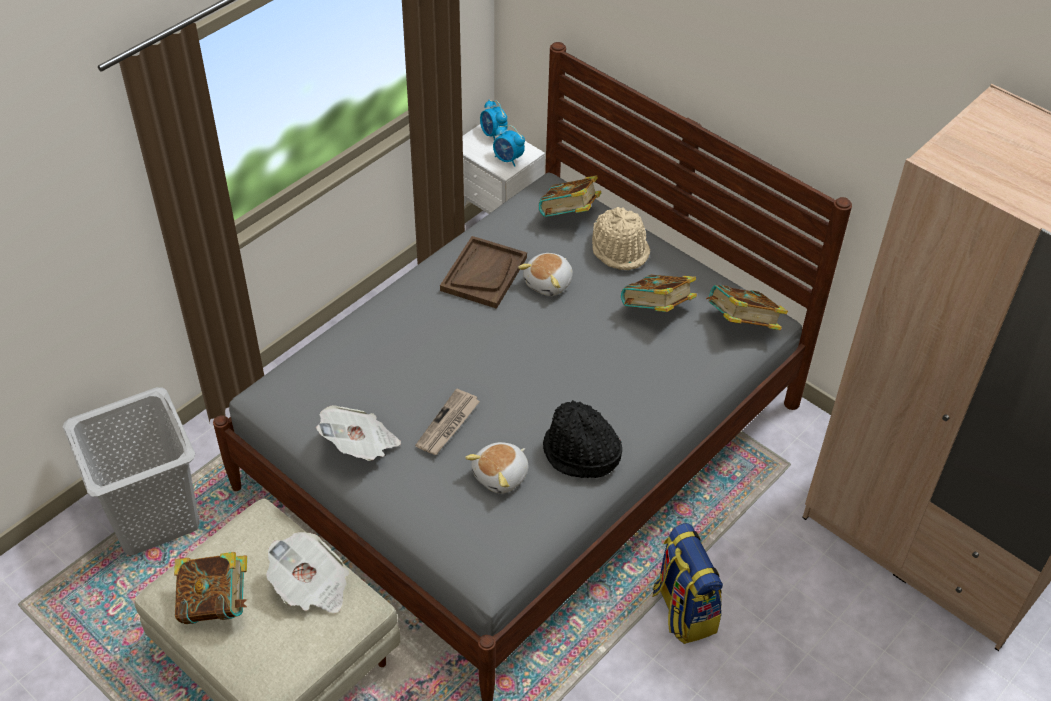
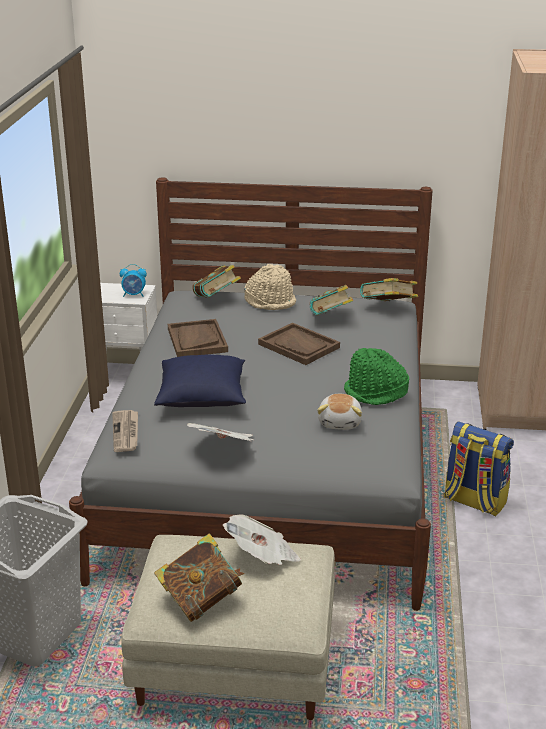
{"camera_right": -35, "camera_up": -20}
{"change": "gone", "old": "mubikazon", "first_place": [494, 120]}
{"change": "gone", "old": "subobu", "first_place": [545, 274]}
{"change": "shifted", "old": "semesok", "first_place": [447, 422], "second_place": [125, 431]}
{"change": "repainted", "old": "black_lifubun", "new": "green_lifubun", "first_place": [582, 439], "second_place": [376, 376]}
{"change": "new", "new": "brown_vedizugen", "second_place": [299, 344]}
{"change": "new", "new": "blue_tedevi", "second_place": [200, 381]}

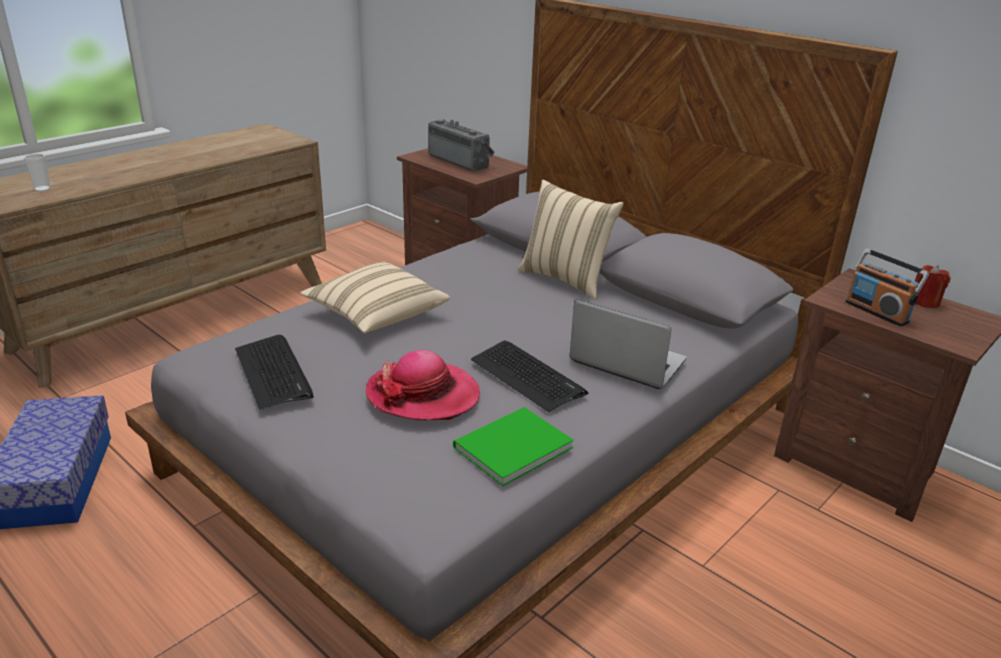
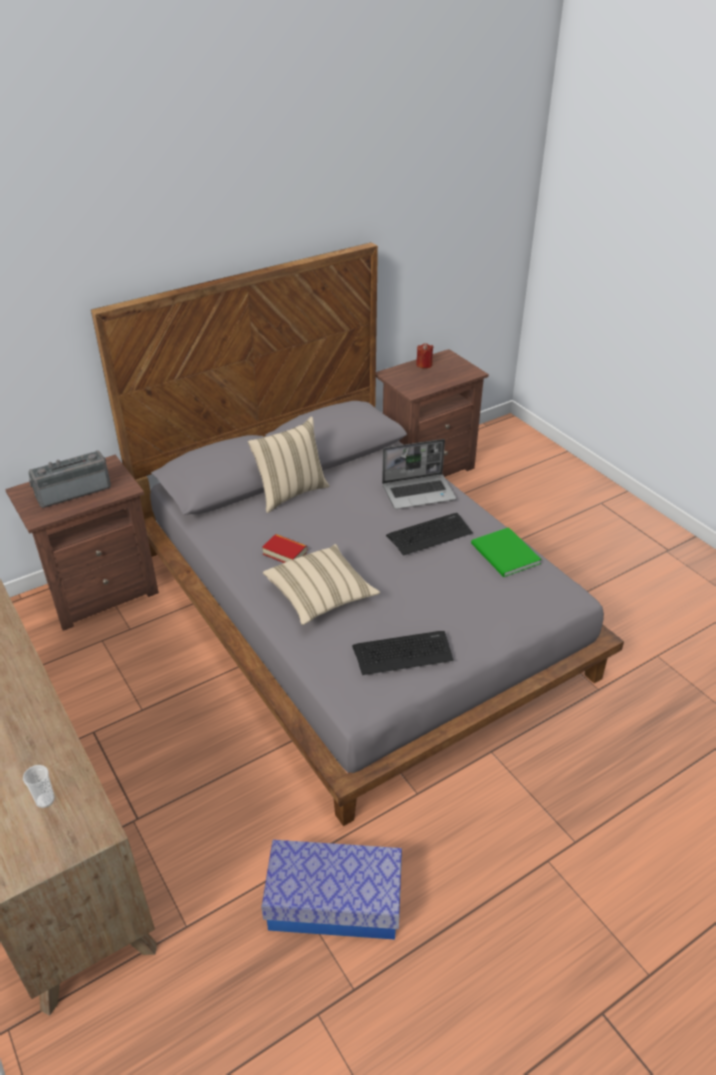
{"camera_right": -75, "camera_up": 10}
{"change": "gone", "old": "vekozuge", "first_place": [887, 287]}
{"change": "rotated", "old": "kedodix", "first_place": [627, 344], "second_place": [419, 474], "degrees": -150}
{"change": "gone", "old": "lifubun", "first_place": [422, 385]}
{"change": "new", "new": "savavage", "second_place": [284, 548]}

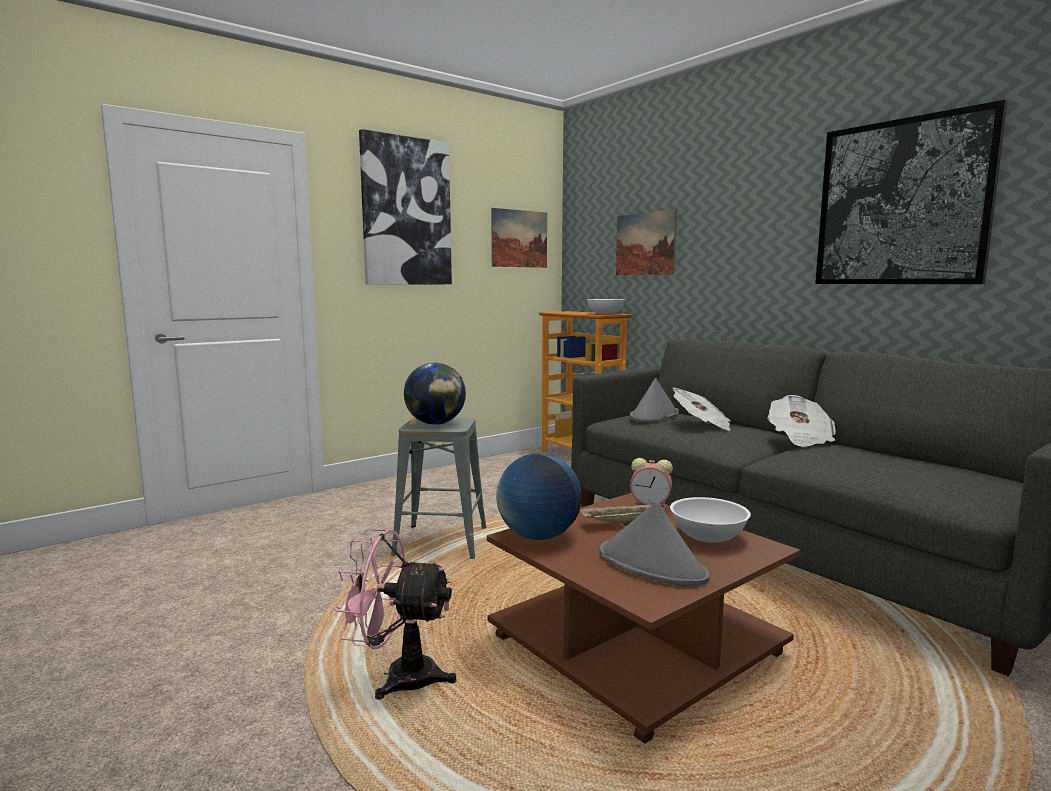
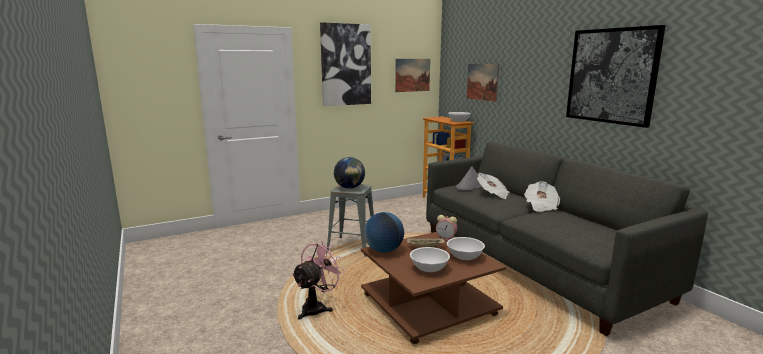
{"camera_right": 10, "camera_up": 5}
{"change": "swapped", "old": "grey_lifubun", "new": "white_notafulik", "first_place": [654, 543], "second_place": [430, 259]}
{"change": "rotated", "old": "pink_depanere", "first_place": [395, 614], "second_place": [318, 280], "degrees": 105}

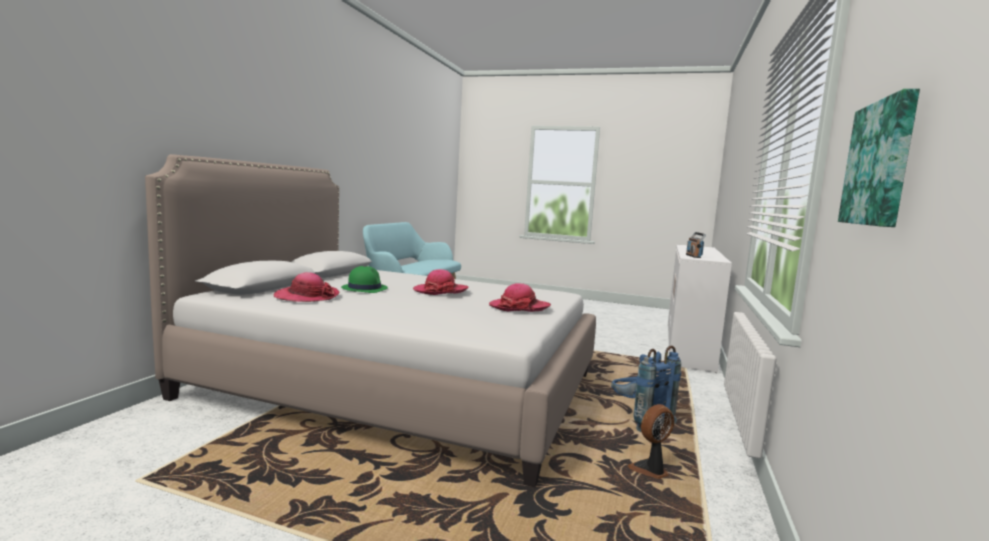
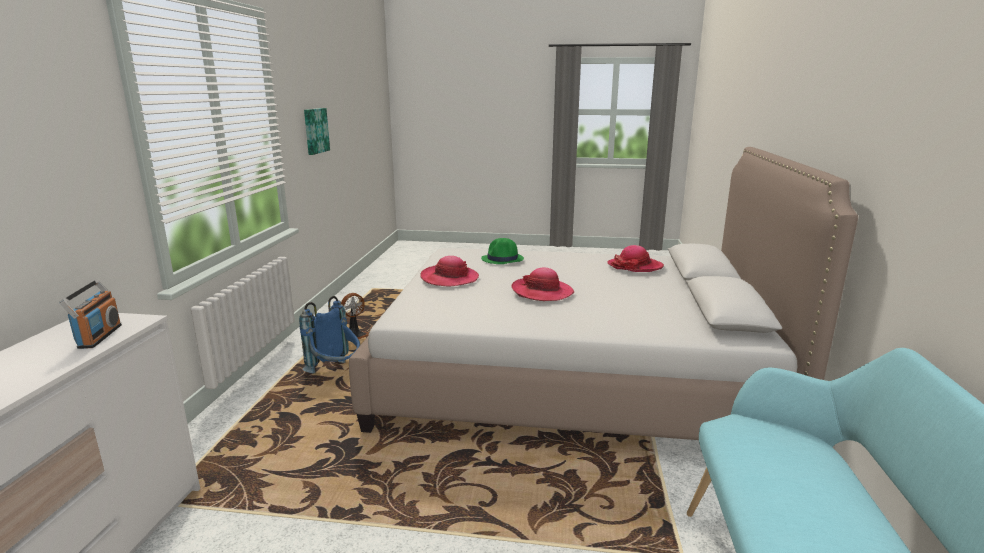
{"camera_right": 170, "camera_up": 10}
{"change": "shifted", "old": "green_lifubun", "first_place": [364, 279], "second_place": [502, 251]}

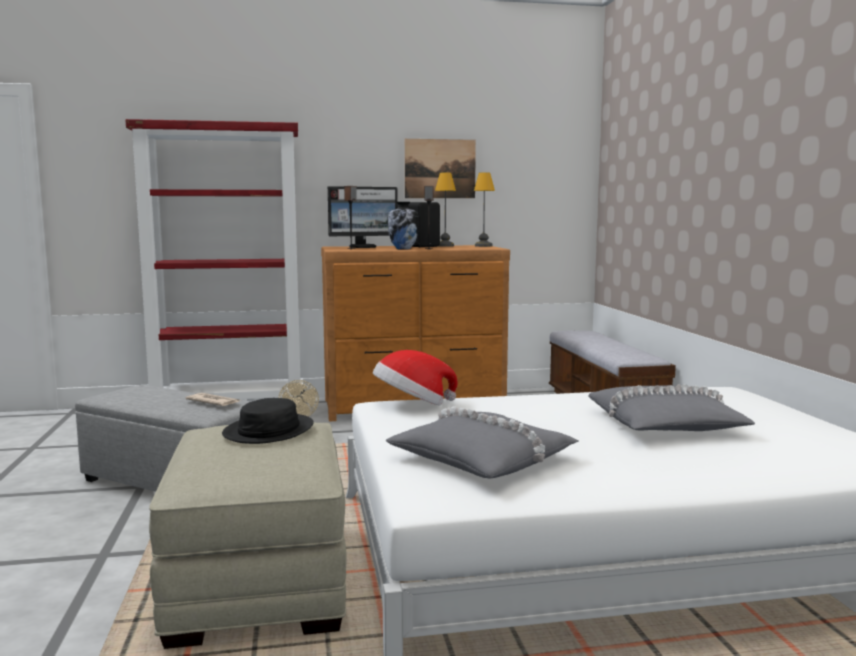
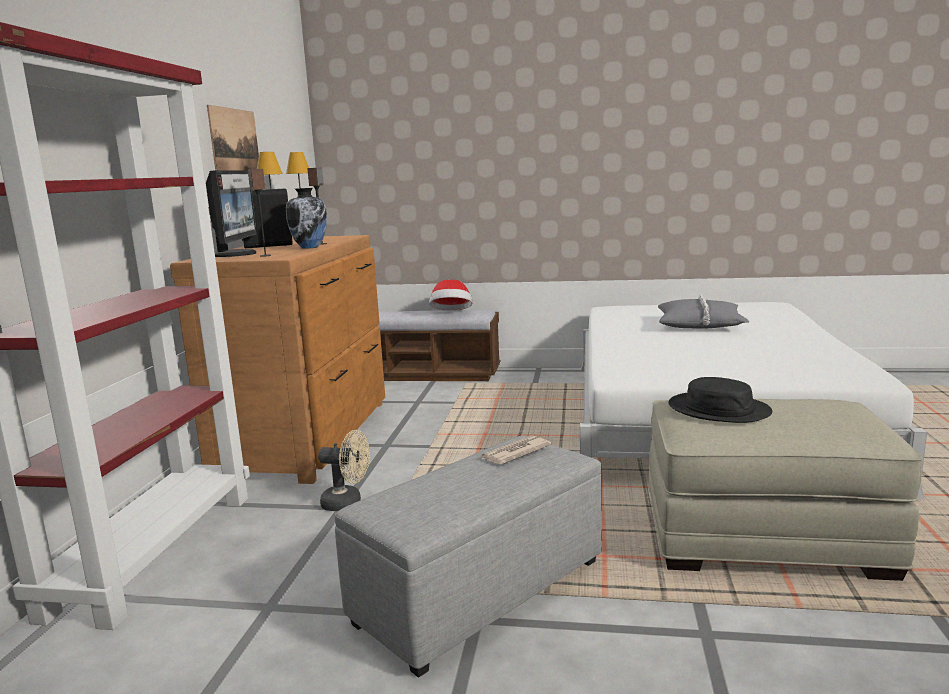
{"camera_right": -70, "camera_up": 5}
{"change": "shifted", "old": "lifubun", "first_place": [415, 378], "second_place": [451, 295]}
{"change": "gone", "old": "grey_tedevi", "first_place": [481, 443]}

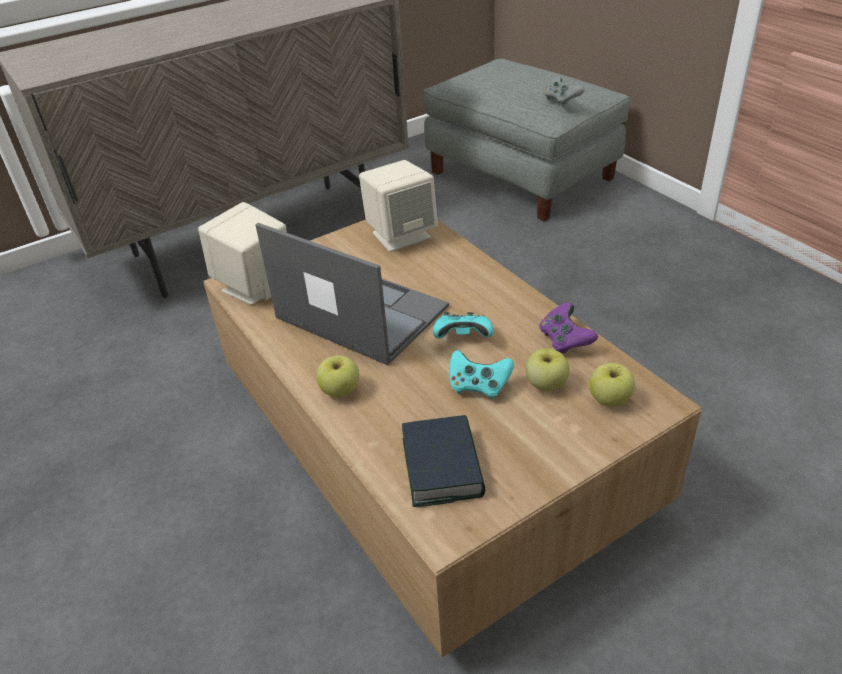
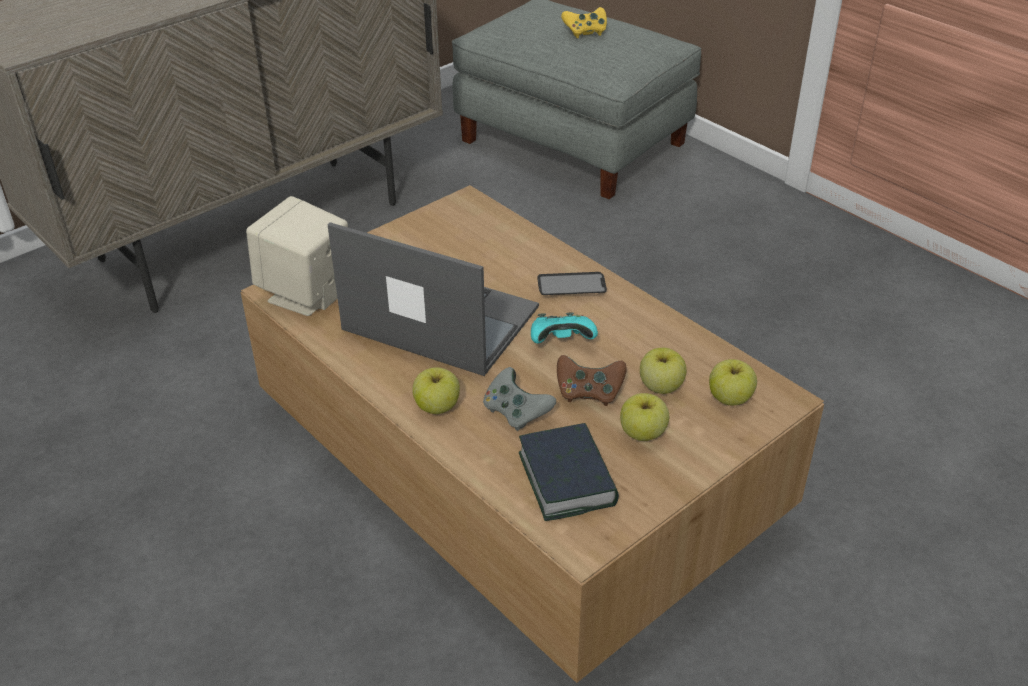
{"camera_right": -10, "camera_up": 0}
{"change": "shifted", "old": "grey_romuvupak", "first_place": [564, 91], "second_place": [519, 399]}
{"change": "gone", "old": "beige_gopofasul", "first_place": [398, 206]}
{"change": "gone", "old": "purple_romuvupak", "first_place": [568, 327]}
{"change": "repainted", "old": "turquoise_romuvupak", "new": "brown_romuvupak", "first_place": [481, 375], "second_place": [592, 380]}
{"change": "new", "new": "yellow_romuvupak", "second_place": [584, 22]}
{"change": "new", "new": "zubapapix", "second_place": [572, 283]}
{"change": "new", "new": "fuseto", "second_place": [644, 417]}

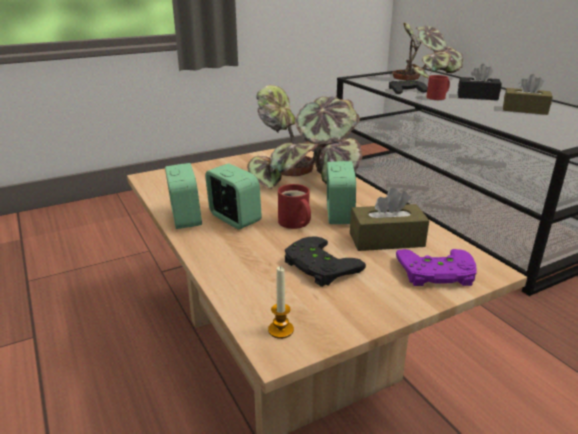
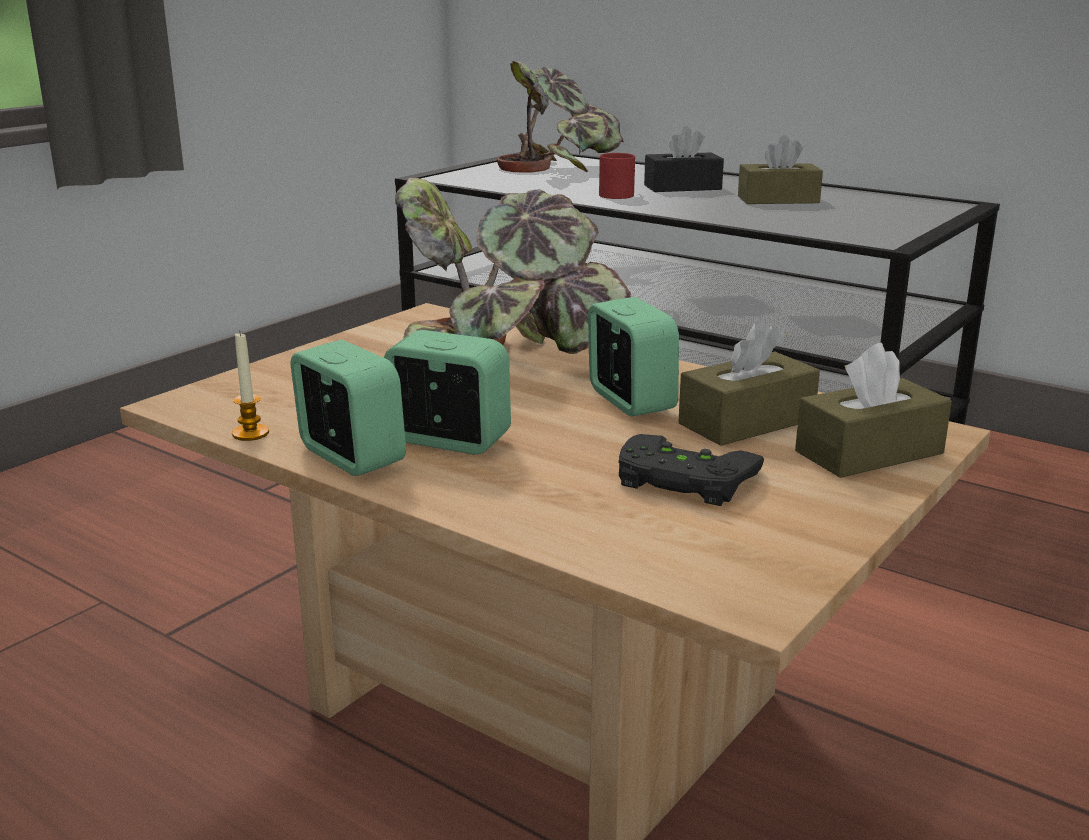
{"camera_right": -25, "camera_up": -5}
{"change": "gone", "old": "black_romuvupak", "first_place": [408, 87]}
{"change": "gone", "old": "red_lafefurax", "first_place": [294, 206]}
{"change": "swapped", "old": "purple_romuvupak", "new": "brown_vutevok", "first_place": [436, 267], "second_place": [873, 410]}
{"change": "shifted", "old": "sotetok", "first_place": [281, 302], "second_place": [250, 387]}

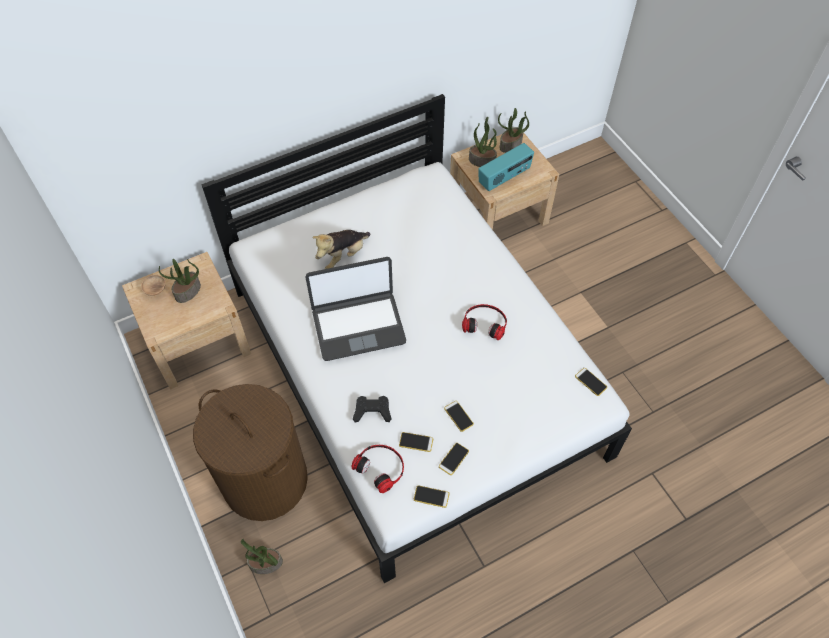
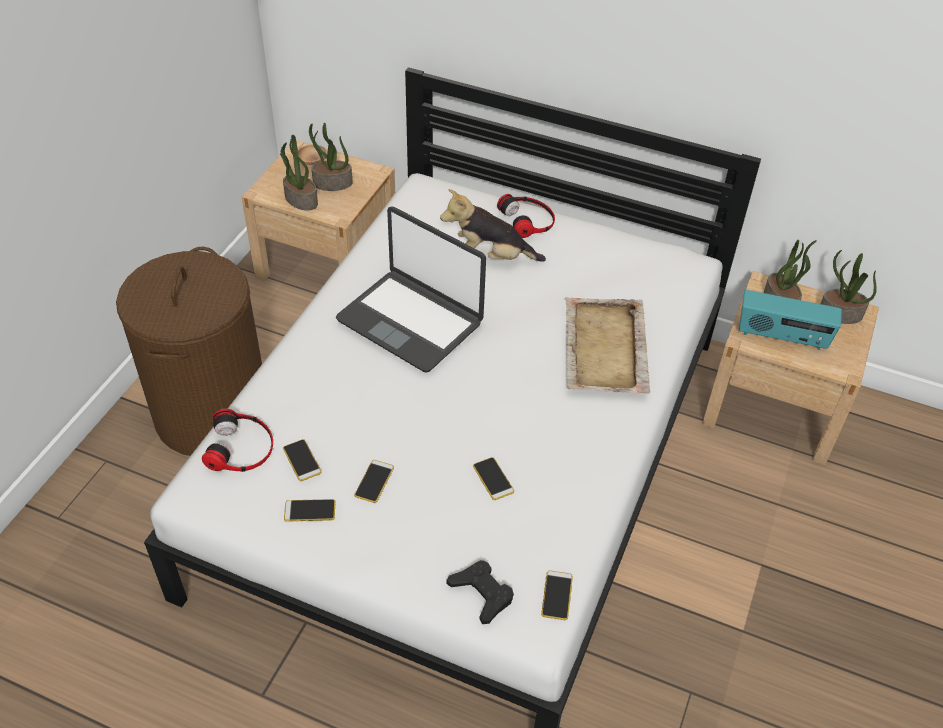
{"camera_right": 50, "camera_up": -10}
{"change": "shifted", "old": "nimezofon", "first_place": [484, 322], "second_place": [526, 216]}
{"change": "shifted", "old": "black_romuvupak", "first_place": [372, 409], "second_place": [480, 592]}
{"change": "shifted", "old": "zubapapix", "first_place": [431, 496], "second_place": [493, 478]}
{"change": "shifted", "old": "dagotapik", "first_place": [262, 556], "second_place": [299, 172]}
{"change": "new", "new": "beige_vedizugen", "second_place": [607, 345]}

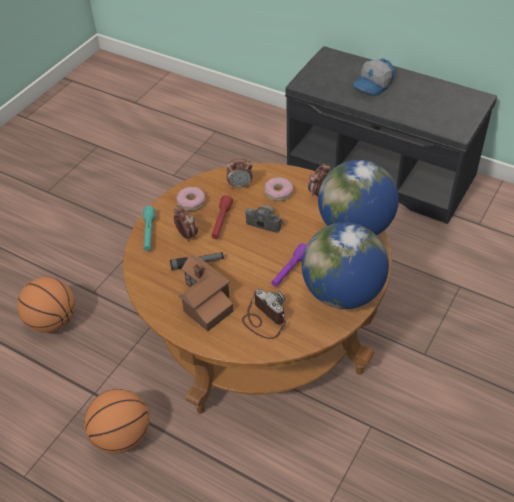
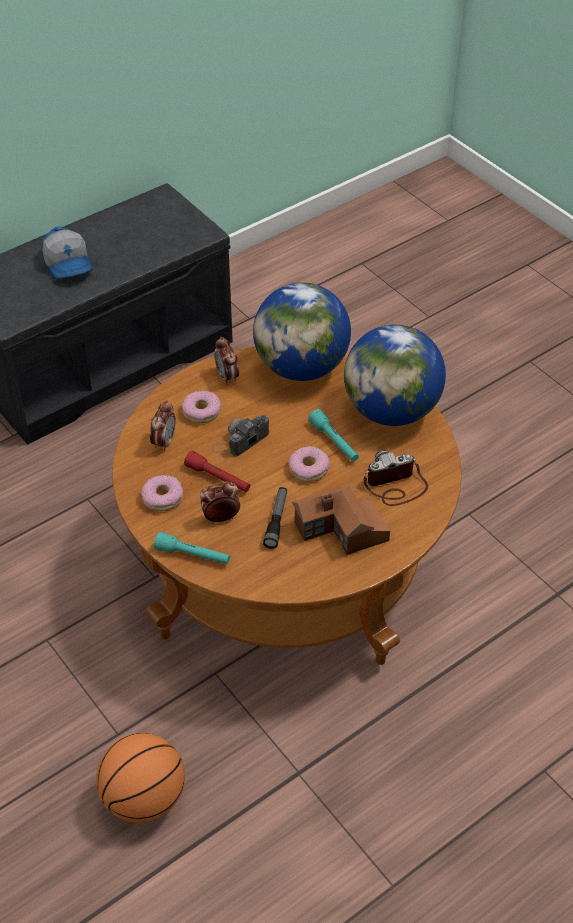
{"camera_right": -70, "camera_up": 0}
{"change": "repainted", "old": "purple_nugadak", "new": "turquoise_nugadak", "first_place": [289, 265], "second_place": [333, 435]}
{"change": "gone", "old": "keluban", "first_place": [116, 421]}
{"change": "new", "new": "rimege", "second_place": [309, 464]}

